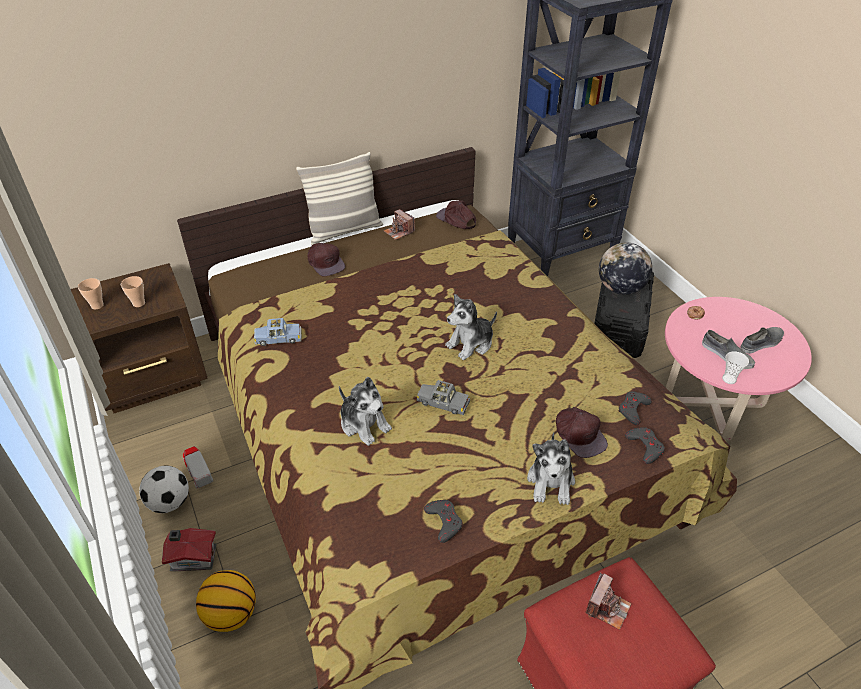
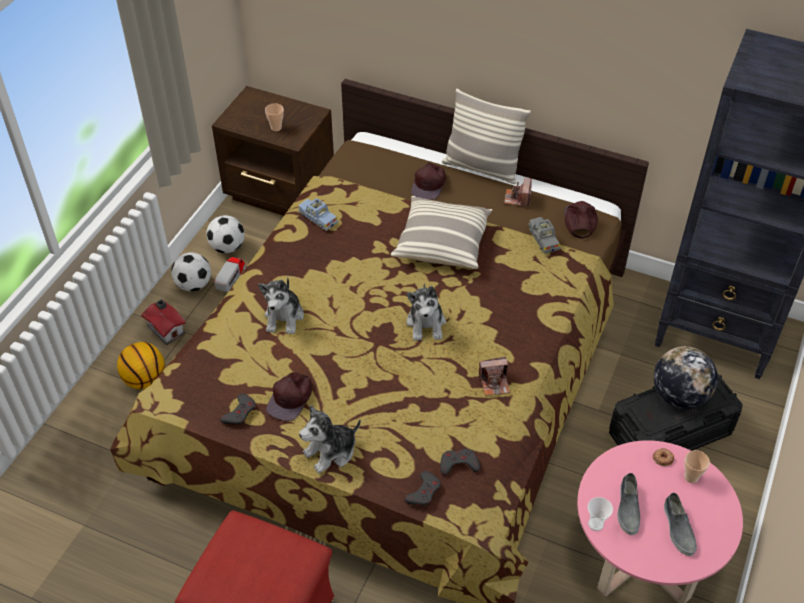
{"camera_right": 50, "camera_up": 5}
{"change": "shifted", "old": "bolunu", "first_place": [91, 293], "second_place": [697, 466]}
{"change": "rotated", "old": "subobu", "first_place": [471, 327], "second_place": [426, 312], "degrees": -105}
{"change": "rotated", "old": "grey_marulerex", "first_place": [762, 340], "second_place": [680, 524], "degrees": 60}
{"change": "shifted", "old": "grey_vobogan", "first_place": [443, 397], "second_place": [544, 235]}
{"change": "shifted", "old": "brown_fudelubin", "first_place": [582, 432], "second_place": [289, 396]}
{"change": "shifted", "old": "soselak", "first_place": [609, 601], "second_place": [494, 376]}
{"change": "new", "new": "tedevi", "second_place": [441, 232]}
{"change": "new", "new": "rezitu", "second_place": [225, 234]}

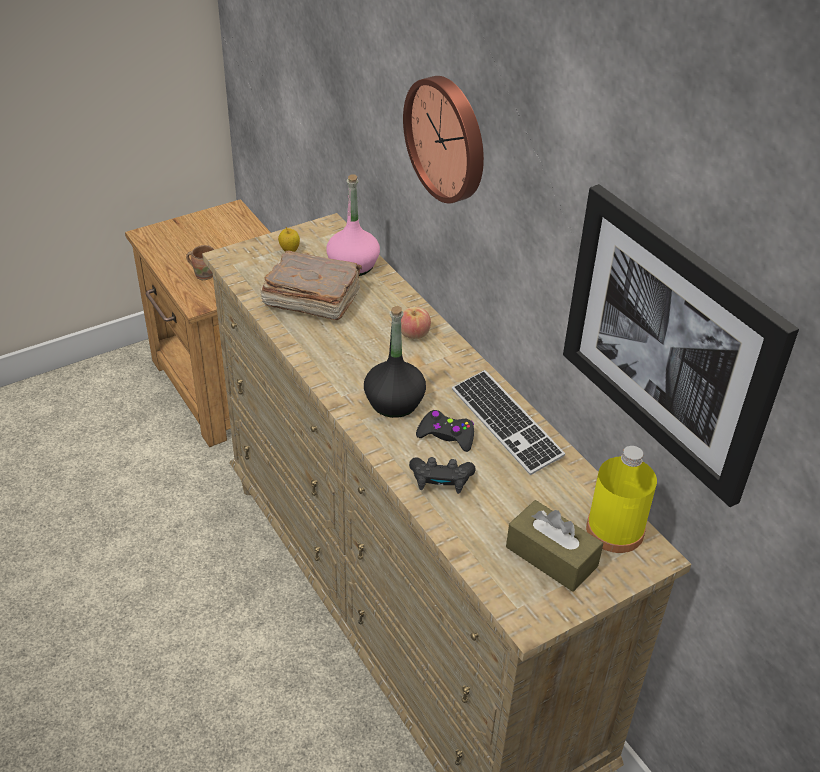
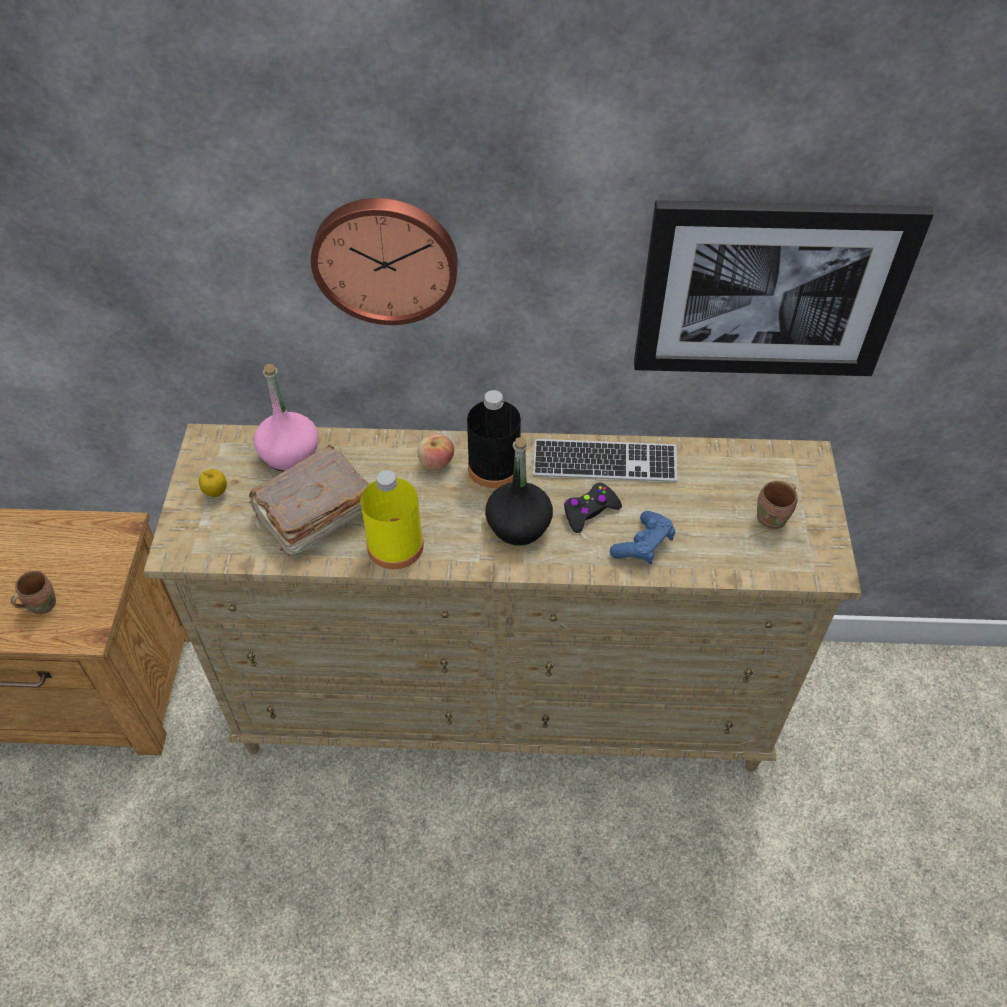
{"camera_right": -55, "camera_up": 10}
{"change": "shifted", "old": "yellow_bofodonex", "first_place": [621, 499], "second_place": [392, 519]}
{"change": "repainted", "old": "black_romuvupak", "new": "blue_romuvupak", "first_place": [442, 475], "second_place": [642, 538]}
{"change": "swapped", "old": "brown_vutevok", "new": "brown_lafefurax", "first_place": [554, 546], "second_place": [777, 505]}
{"change": "new", "new": "black_bofodonex", "second_place": [494, 439]}

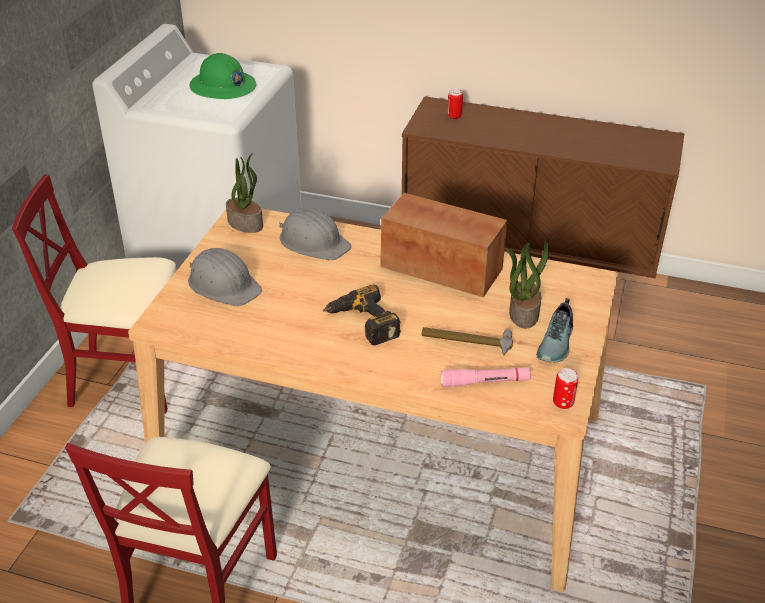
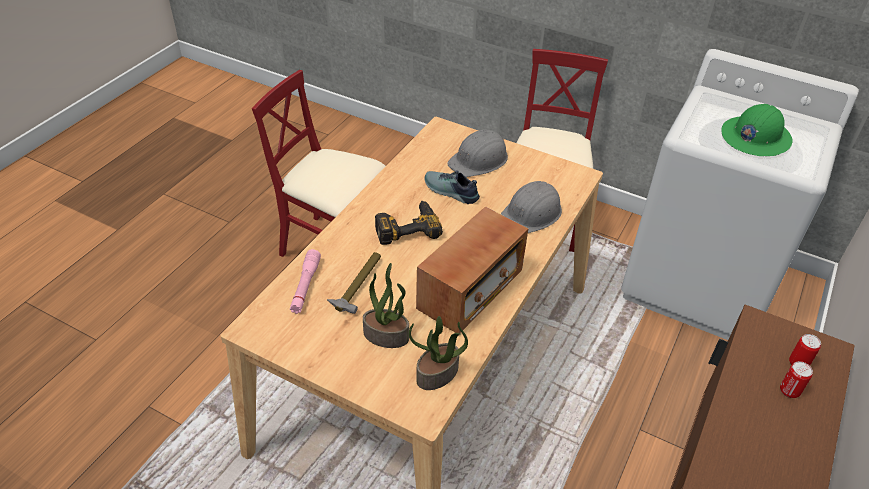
{"camera_right": 100, "camera_up": 5}
{"change": "shifted", "old": "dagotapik", "first_place": [244, 193], "second_place": [438, 353]}
{"change": "shifted", "old": "marulerex", "first_place": [554, 330], "second_place": [452, 187]}
{"change": "shifted", "old": "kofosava", "first_place": [565, 388], "second_place": [796, 379]}

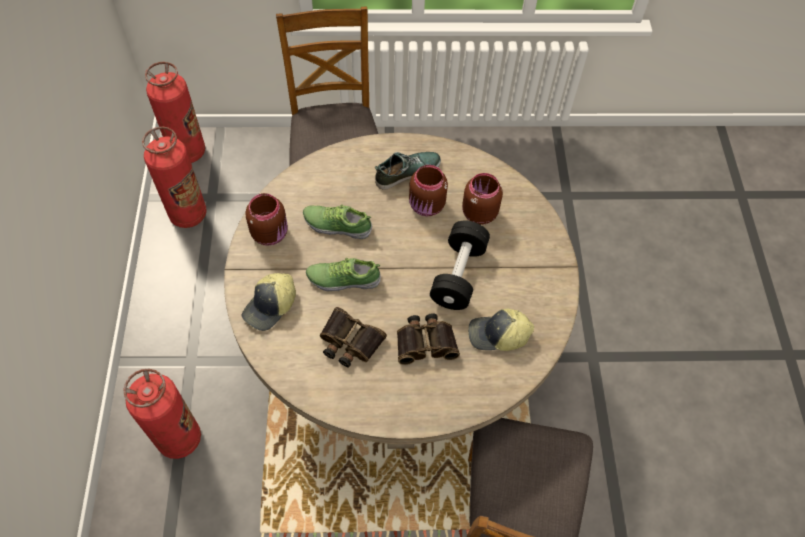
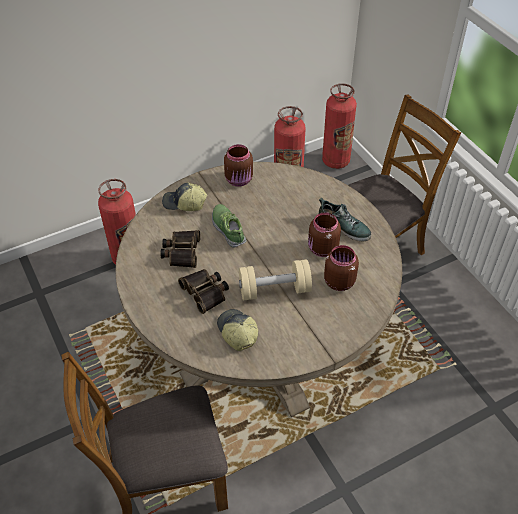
{"camera_right": 65, "camera_up": -10}
{"change": "gone", "old": "marulerex", "first_place": [337, 221]}
{"change": "repainted", "old": "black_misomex", "new": "beige_misomex", "first_place": [460, 265], "second_place": [275, 279]}

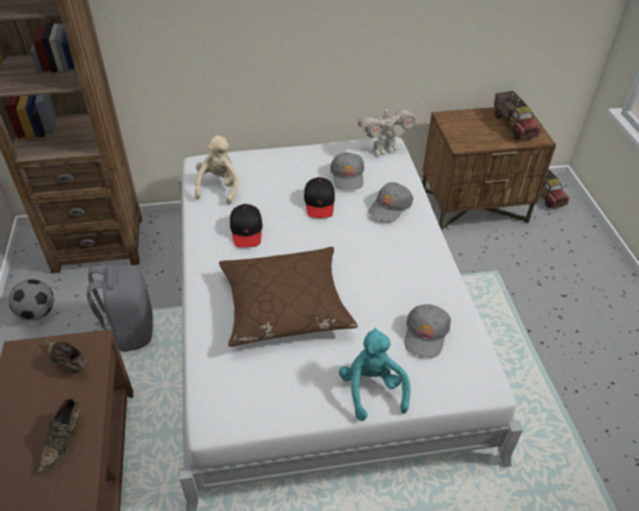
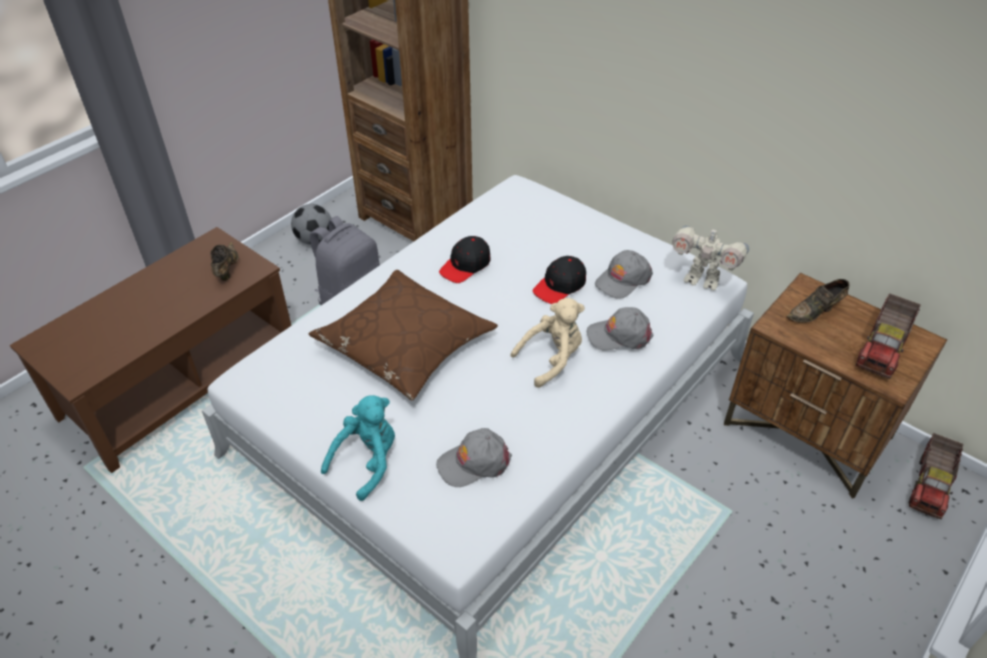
{"camera_right": 50, "camera_up": 0}
{"change": "shifted", "old": "beige_subobu", "first_place": [217, 170], "second_place": [548, 343]}
{"change": "shifted", "old": "brown_marulerex", "first_place": [59, 435], "second_place": [818, 301]}

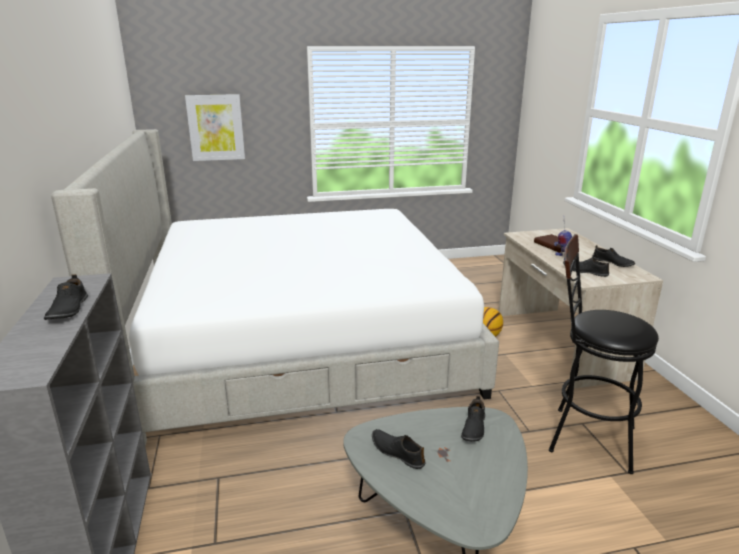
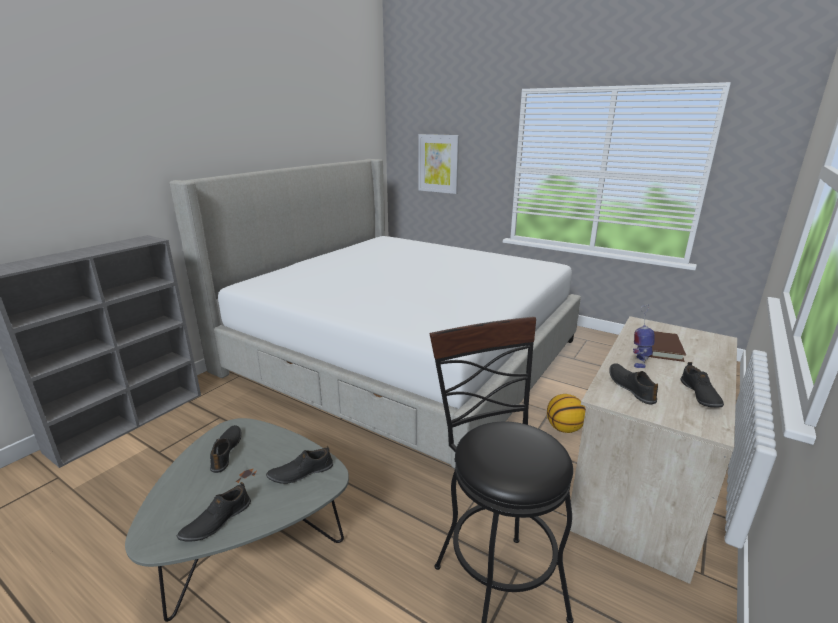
{"camera_right": 45, "camera_up": 0}
{"change": "shifted", "old": "black_marulerex", "first_place": [66, 297], "second_place": [214, 512]}

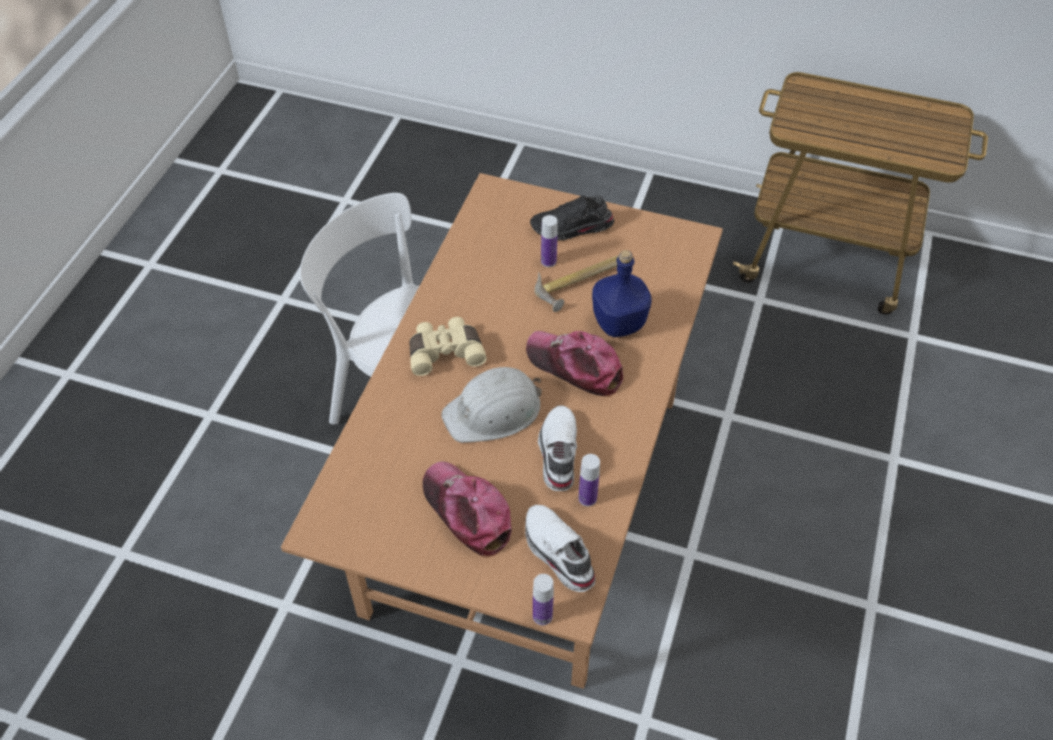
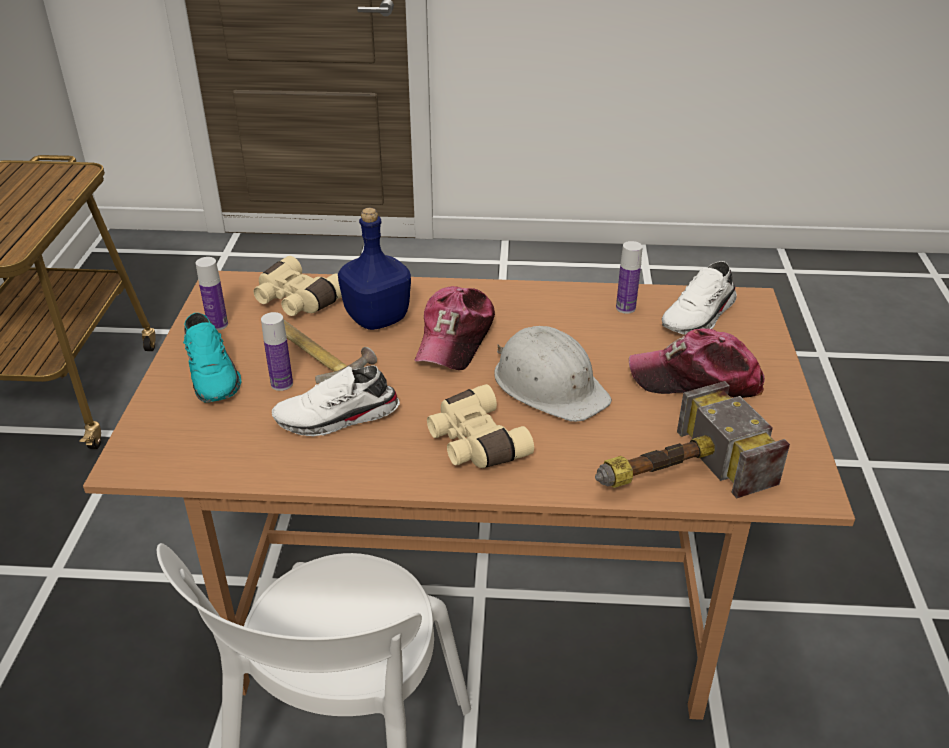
{"camera_right": -105, "camera_up": -15}
{"change": "repainted", "old": "black_marulerex", "new": "turquoise_marulerex", "first_place": [572, 217], "second_place": [212, 357]}
{"change": "shifted", "old": "white_marulerex", "first_place": [557, 448], "second_place": [336, 401]}
{"change": "rotated", "old": "fudelubin", "first_place": [467, 509], "second_place": [697, 363], "degrees": 60}
{"change": "shifted", "old": "bofodonex", "first_place": [543, 599], "second_place": [212, 294]}
{"change": "new", "new": "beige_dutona", "second_place": [298, 286]}
{"change": "new", "new": "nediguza", "second_place": [692, 439]}

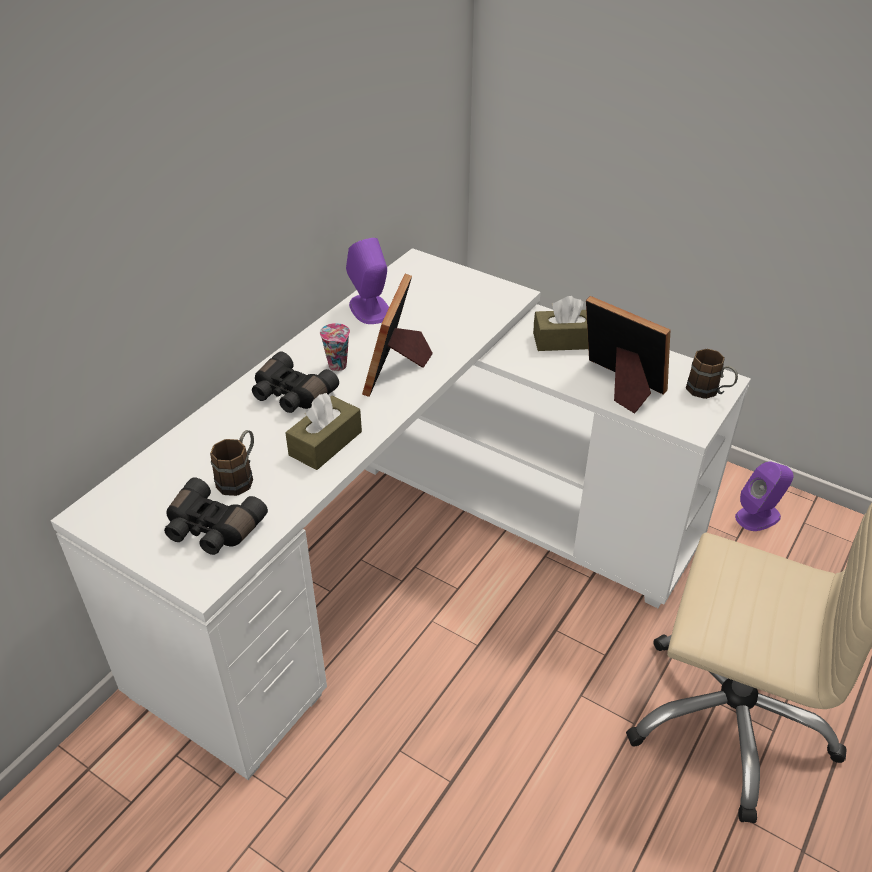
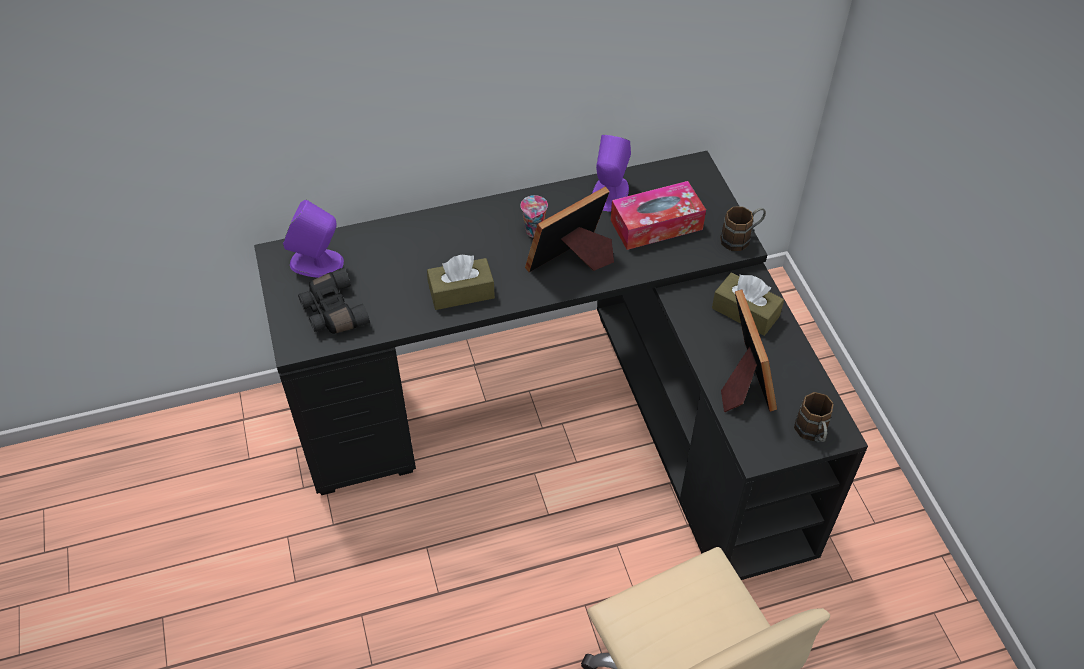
{"camera_right": 40, "camera_up": 10}
{"change": "repainted", "old": "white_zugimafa", "new": "black_zugimafa", "first_place": [401, 514], "second_place": [561, 365]}
{"change": "gone", "old": "black_dutona", "first_place": [295, 382]}
{"change": "shifted", "old": "brown_lafefurax", "first_place": [232, 463], "second_place": [743, 229]}
{"change": "shifted", "old": "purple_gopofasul", "first_place": [764, 496], "second_place": [313, 239]}
{"change": "new", "new": "vutevok", "second_place": [658, 215]}

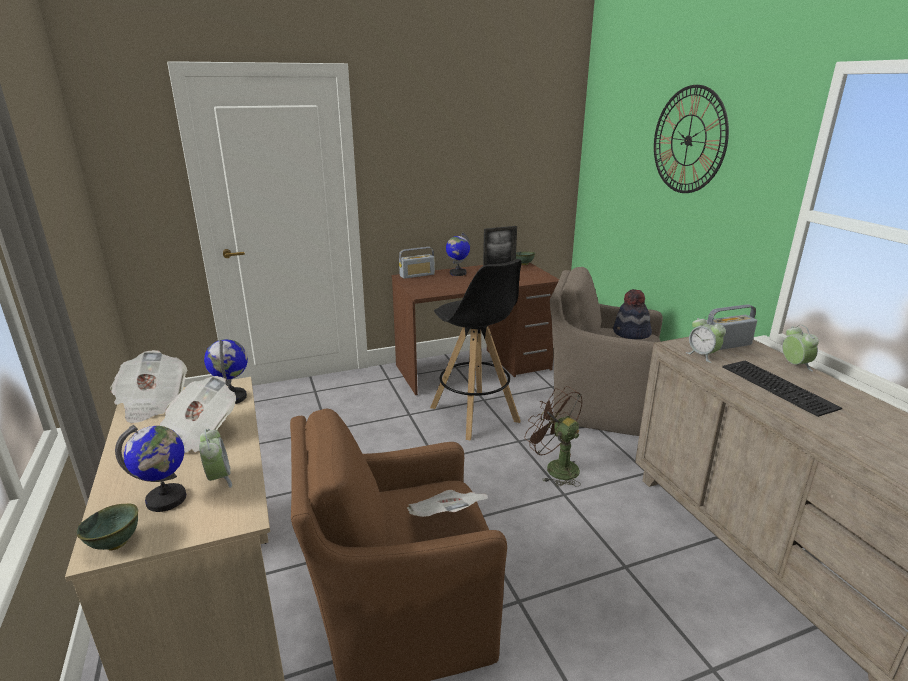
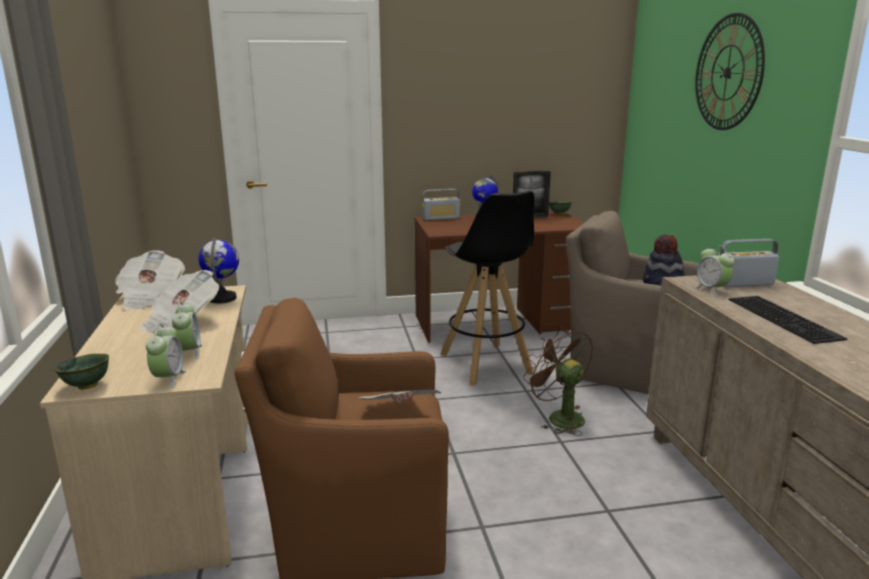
{"camera_right": 10, "camera_up": -5}
{"change": "shifted", "old": "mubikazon", "first_place": [800, 348], "second_place": [166, 356]}
{"change": "gone", "old": "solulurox", "first_place": [150, 468]}

